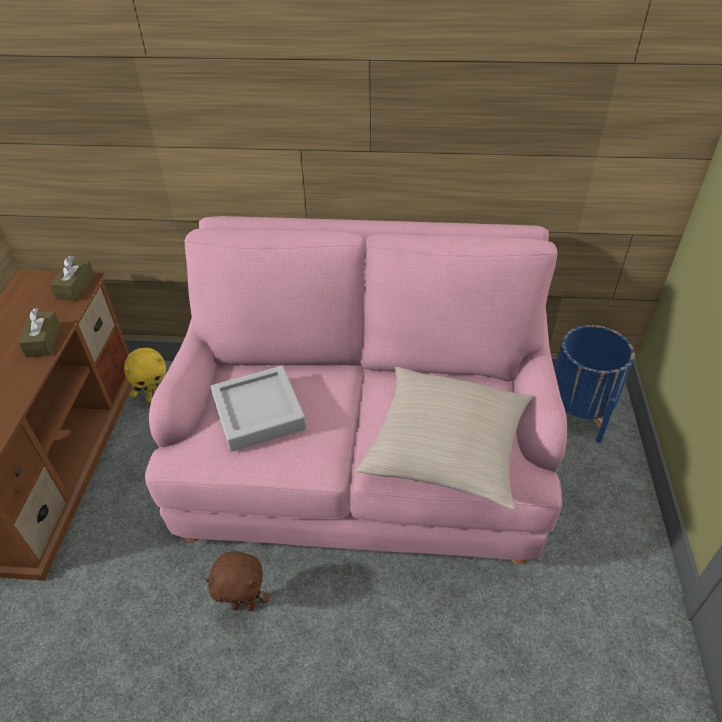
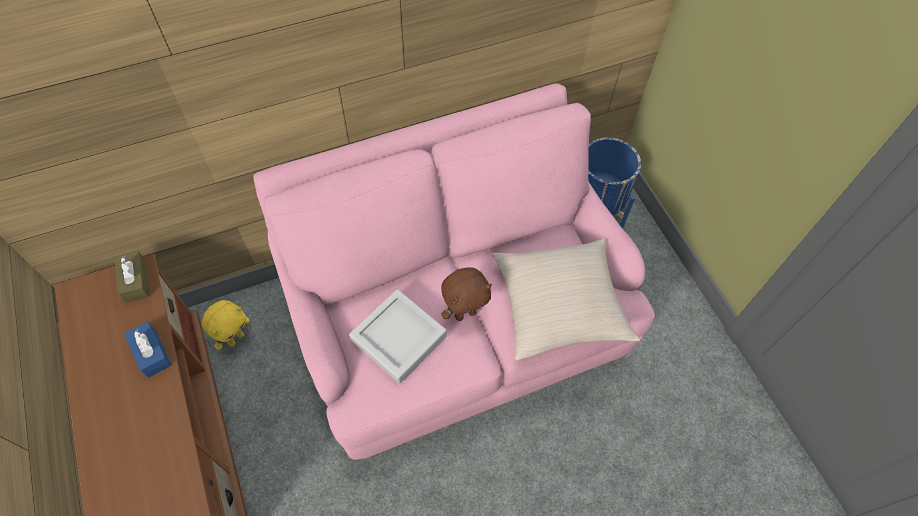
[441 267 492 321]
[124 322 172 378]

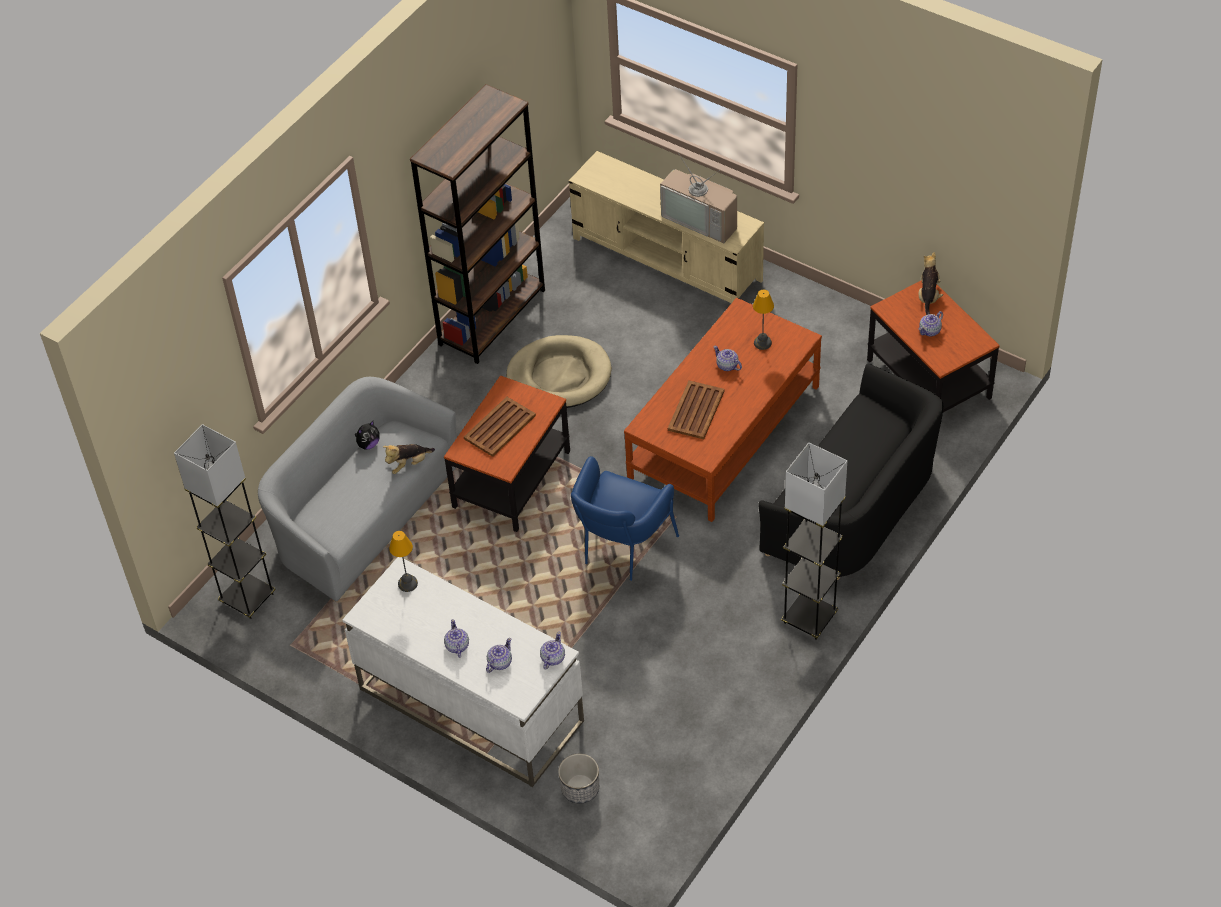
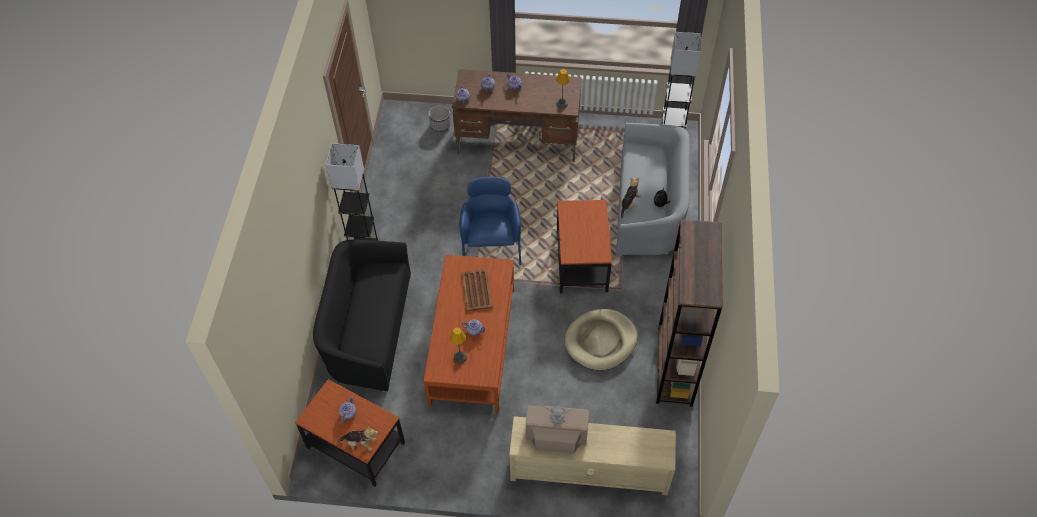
[464 397 536 457] (first image)
[452 69 582 162]
[337 426 378 451]

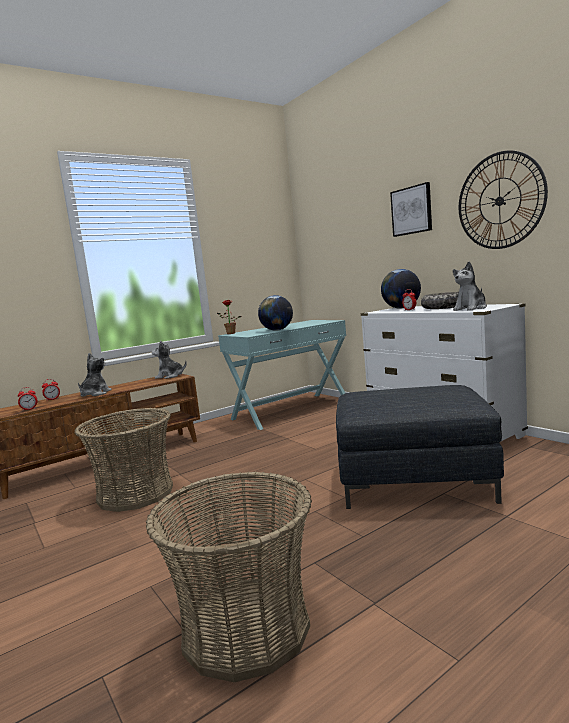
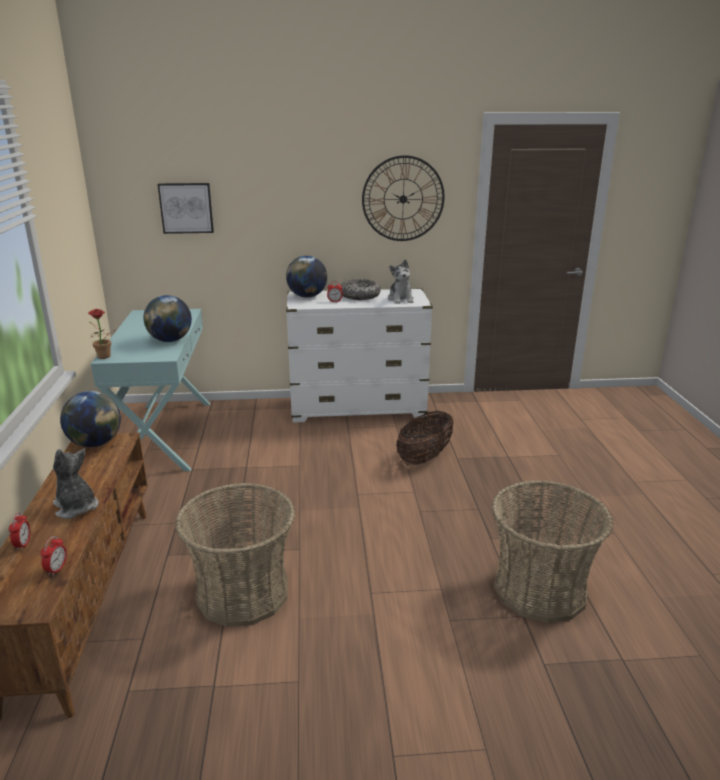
[158 183 214 234]
[60 391 121 447]
[396 411 453 465]

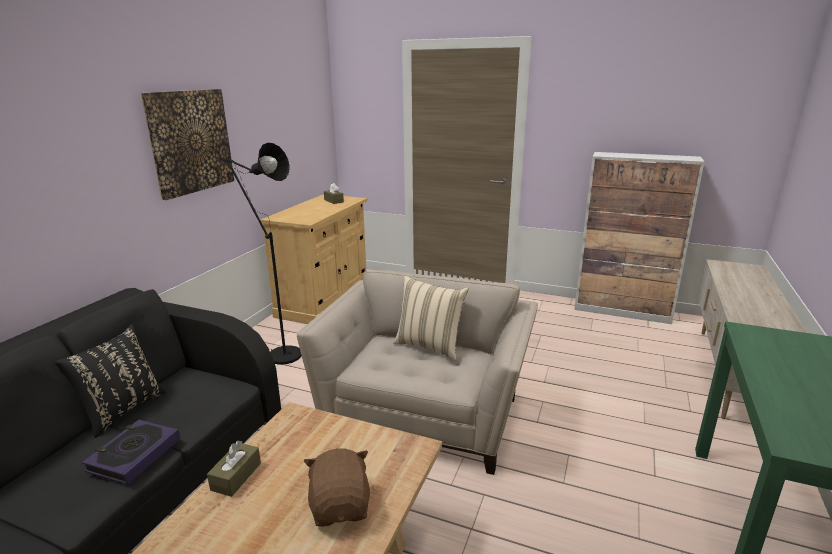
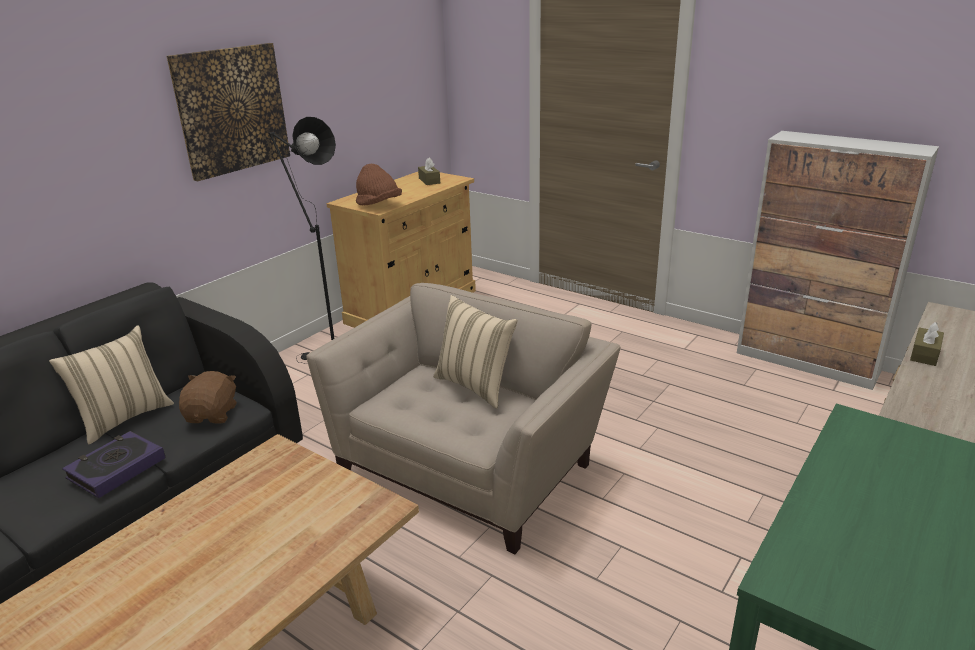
[356 163 402 205]
[910 322 944 366]
[179 371 237 423]
[49 325 174 444]

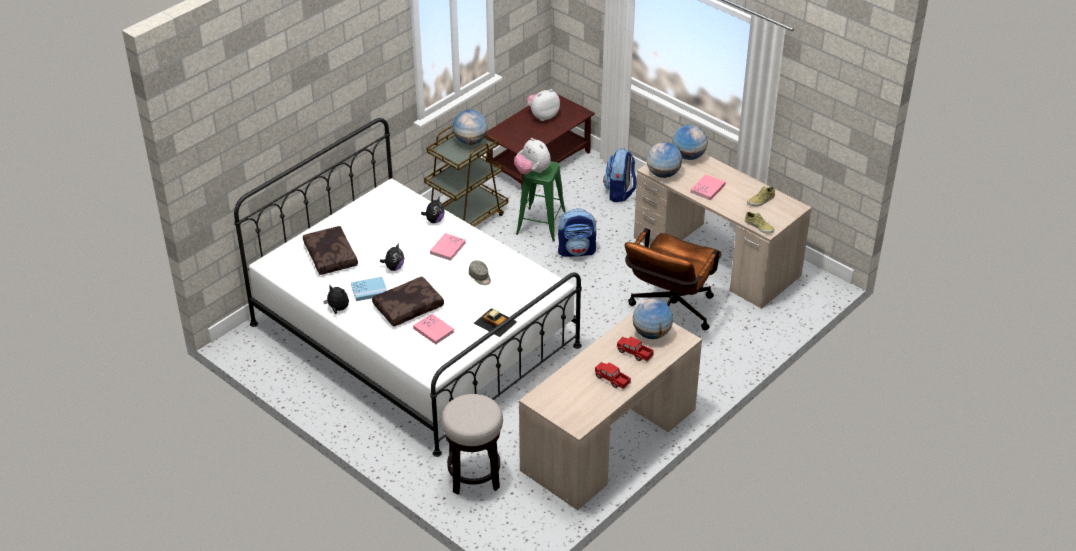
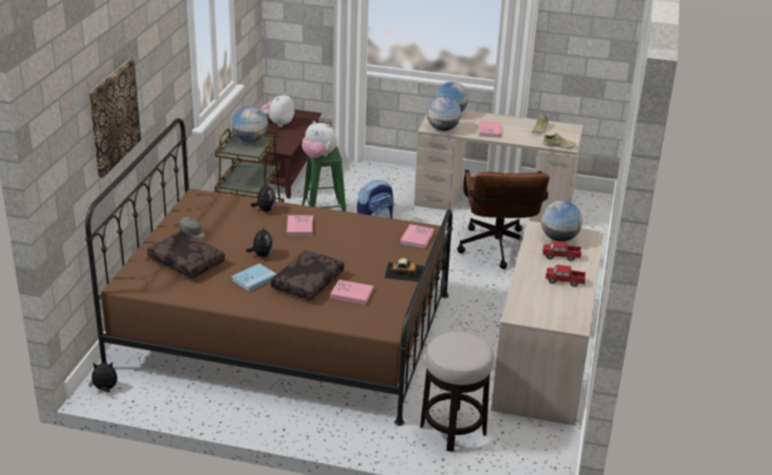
[603 148 637 202] (first image)
[88 59 141 178]
[400 224 434 249]
[89 362 117 393]
[178 217 206 239]
[85 118 453 426]

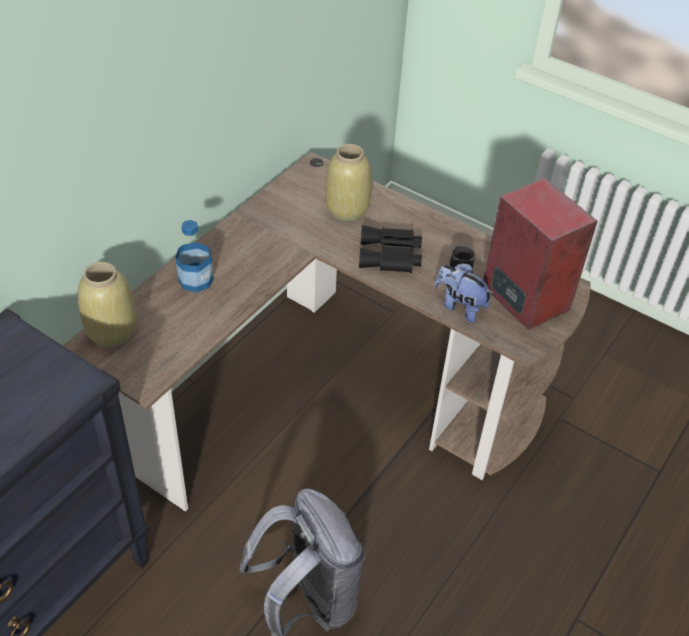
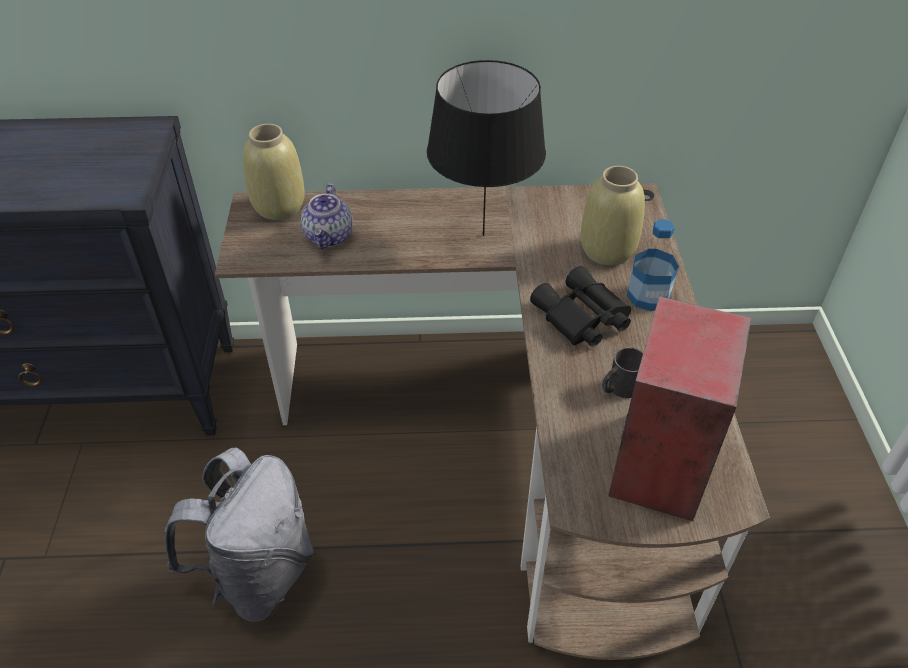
[435 264 494 323] (first image)
[301 184 353 249]
[427 60 546 236]
[627 219 679 311]

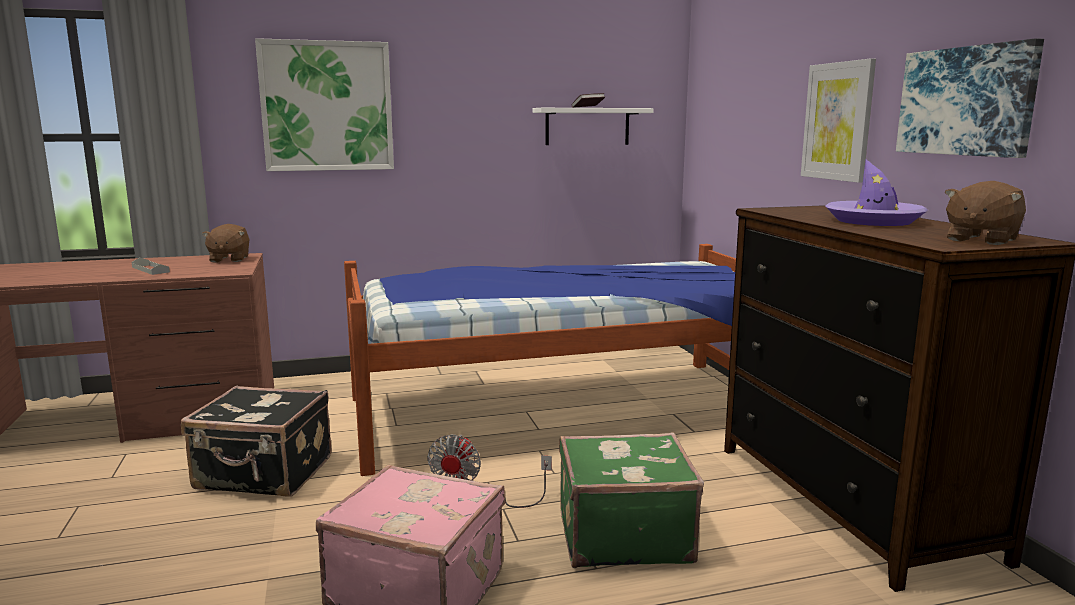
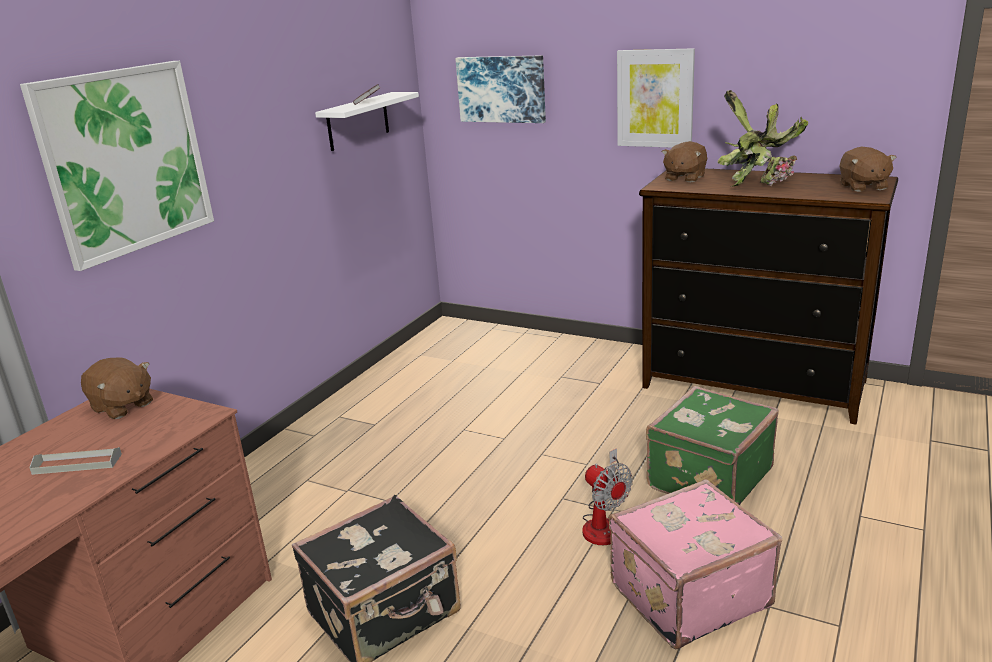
[344 244 736 476] (first image)
[662 141 707 182]
[455 55 546 123]
[717 90 808 187]

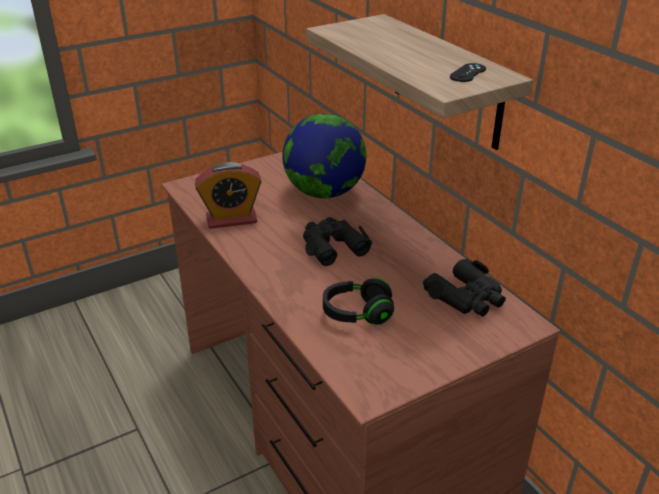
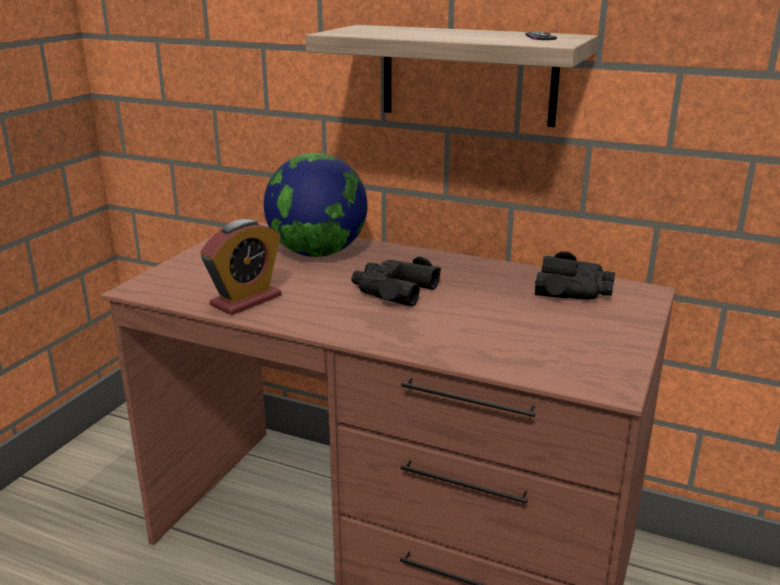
[323 278 394 325] (first image)

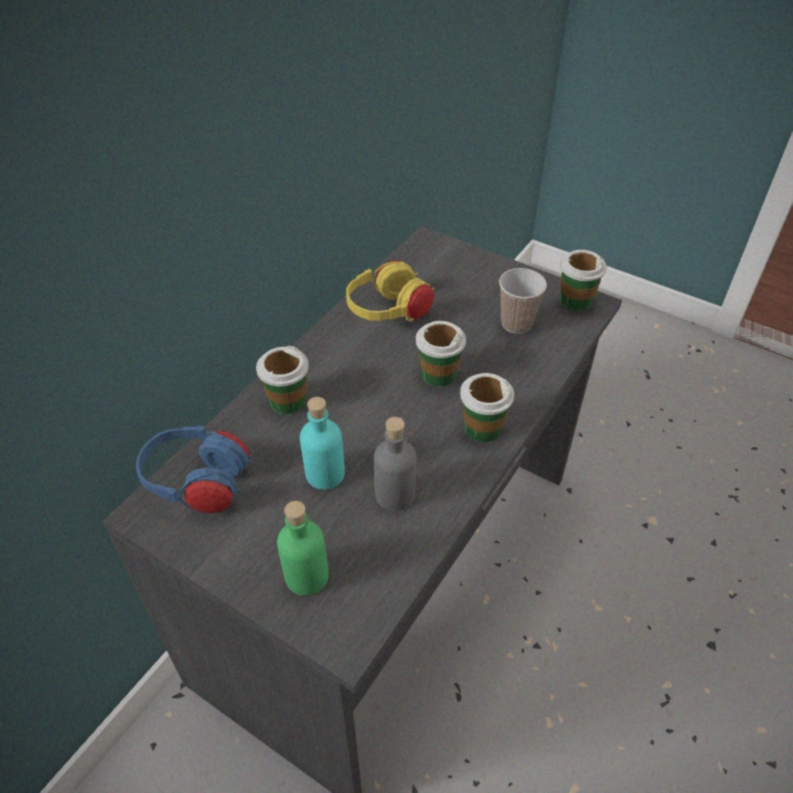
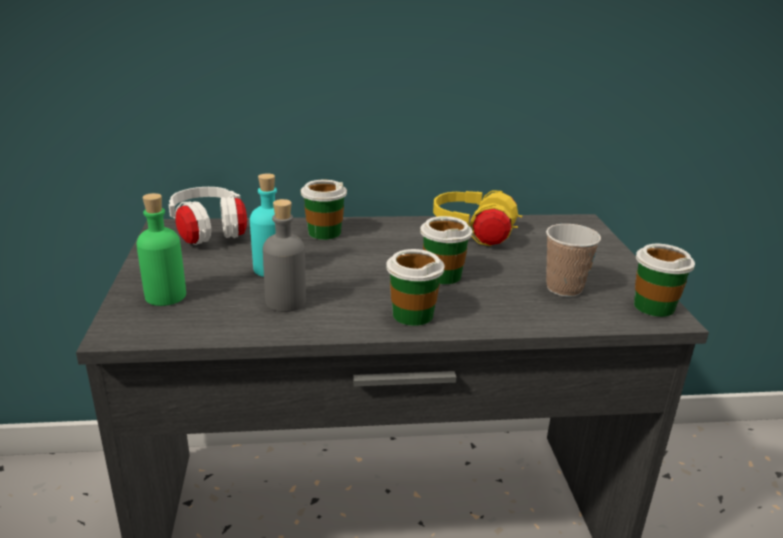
[169 187 247 245]

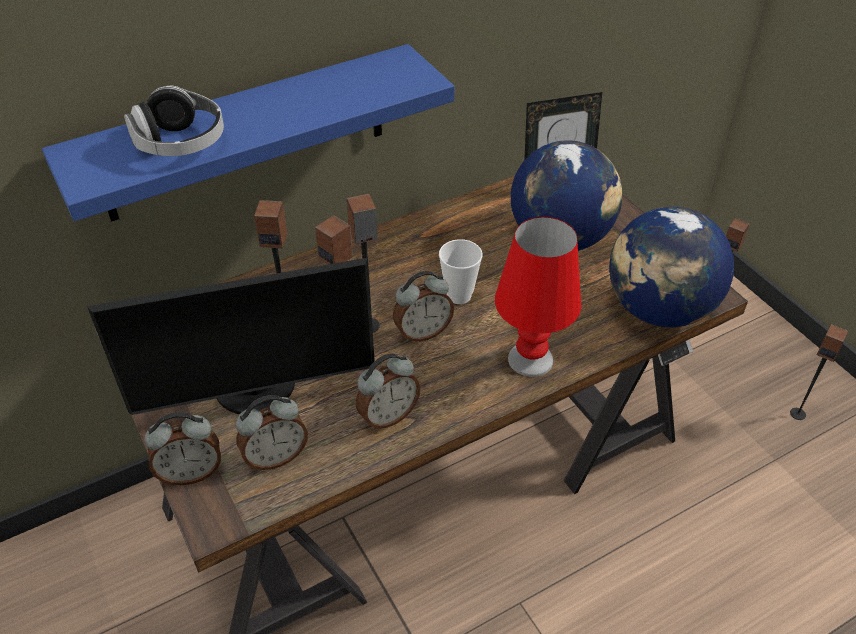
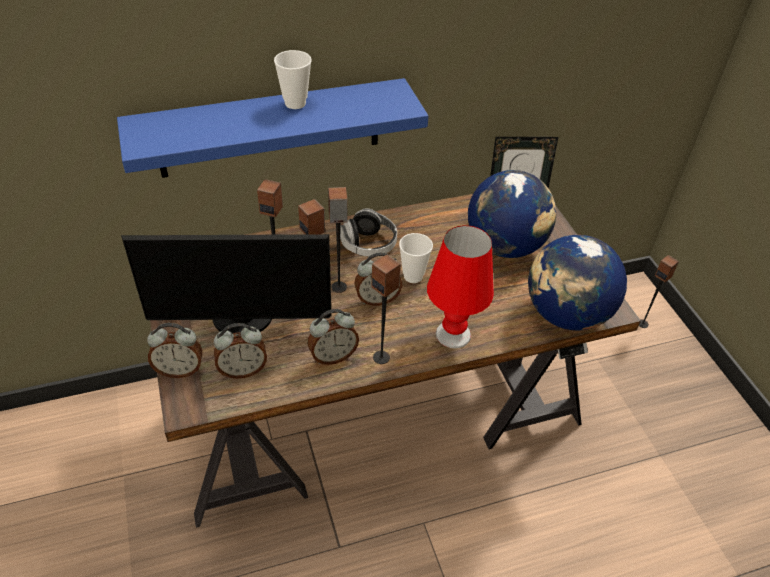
[274 50 312 109]
[340 208 397 256]
[371 254 401 364]

